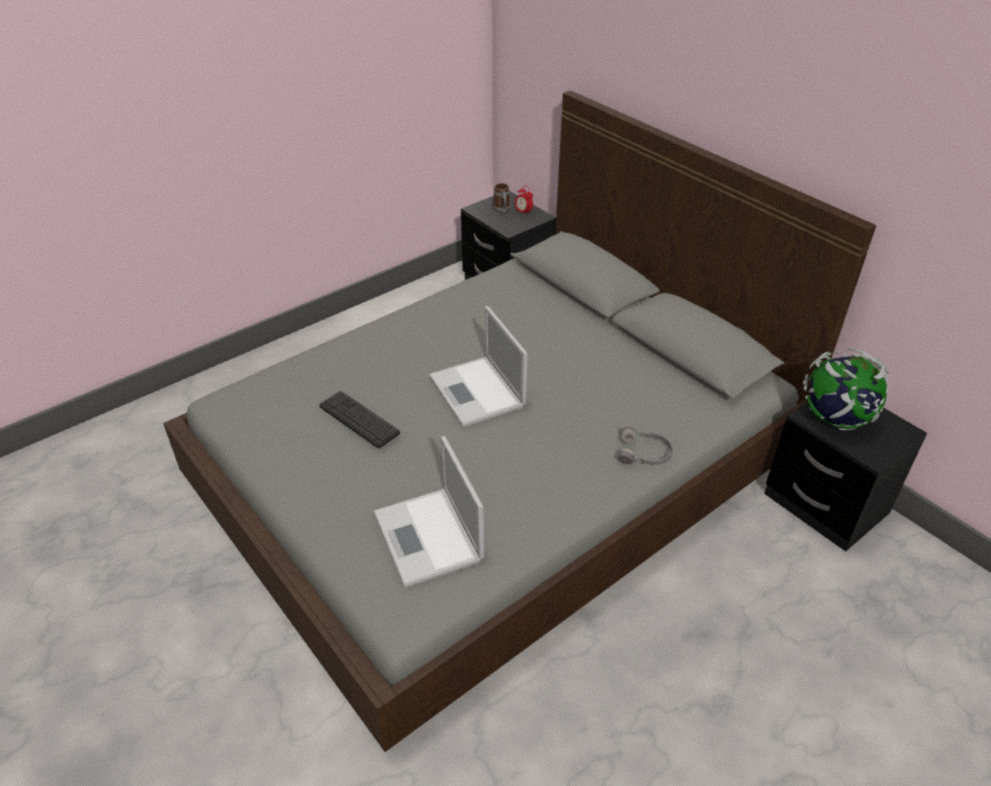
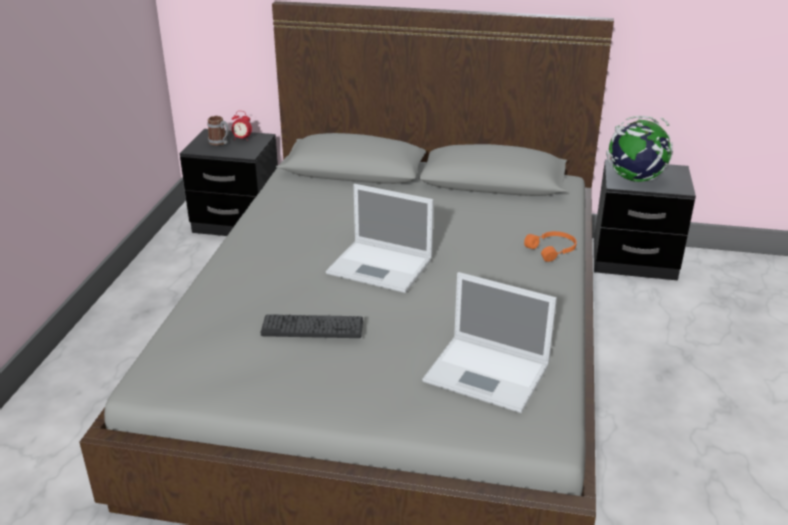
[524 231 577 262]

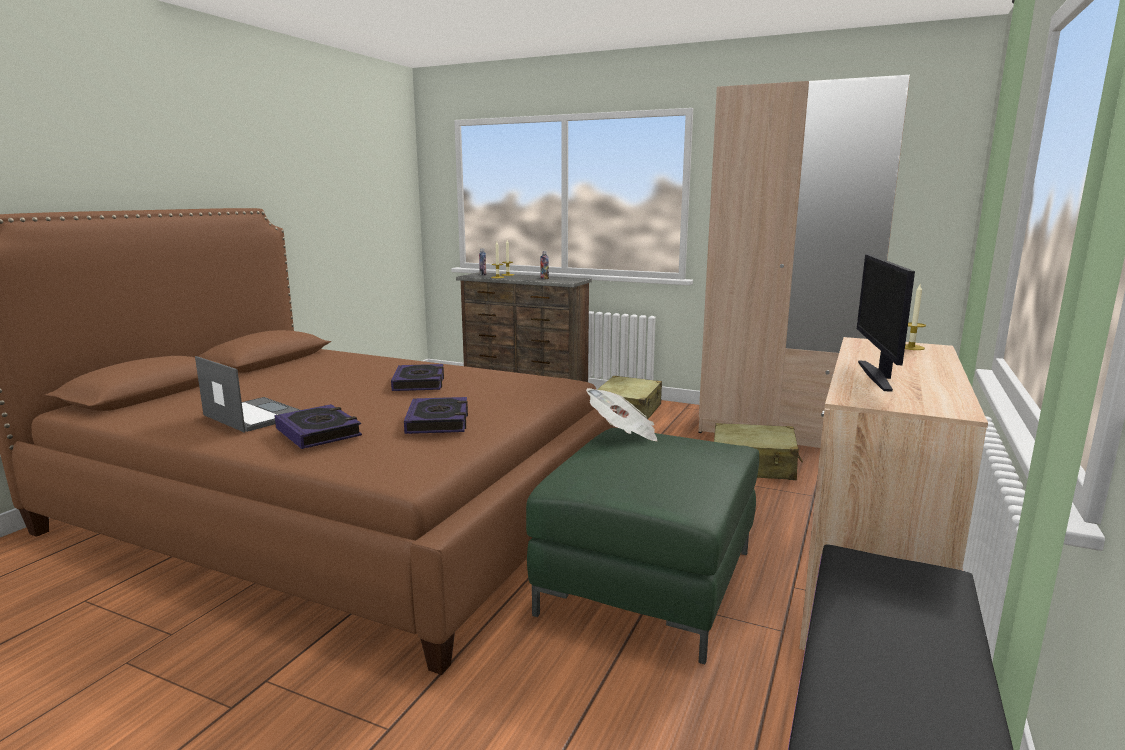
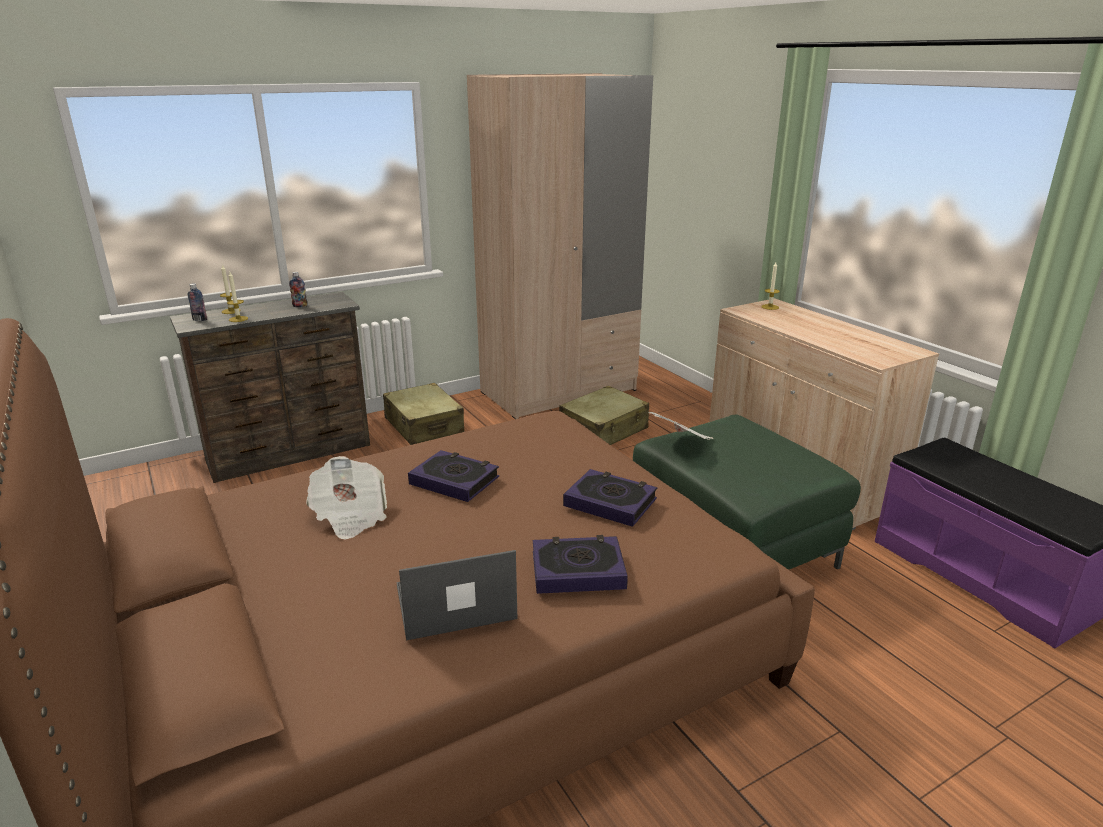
[857 254 915 392] (first image)
[306 456 387 540]

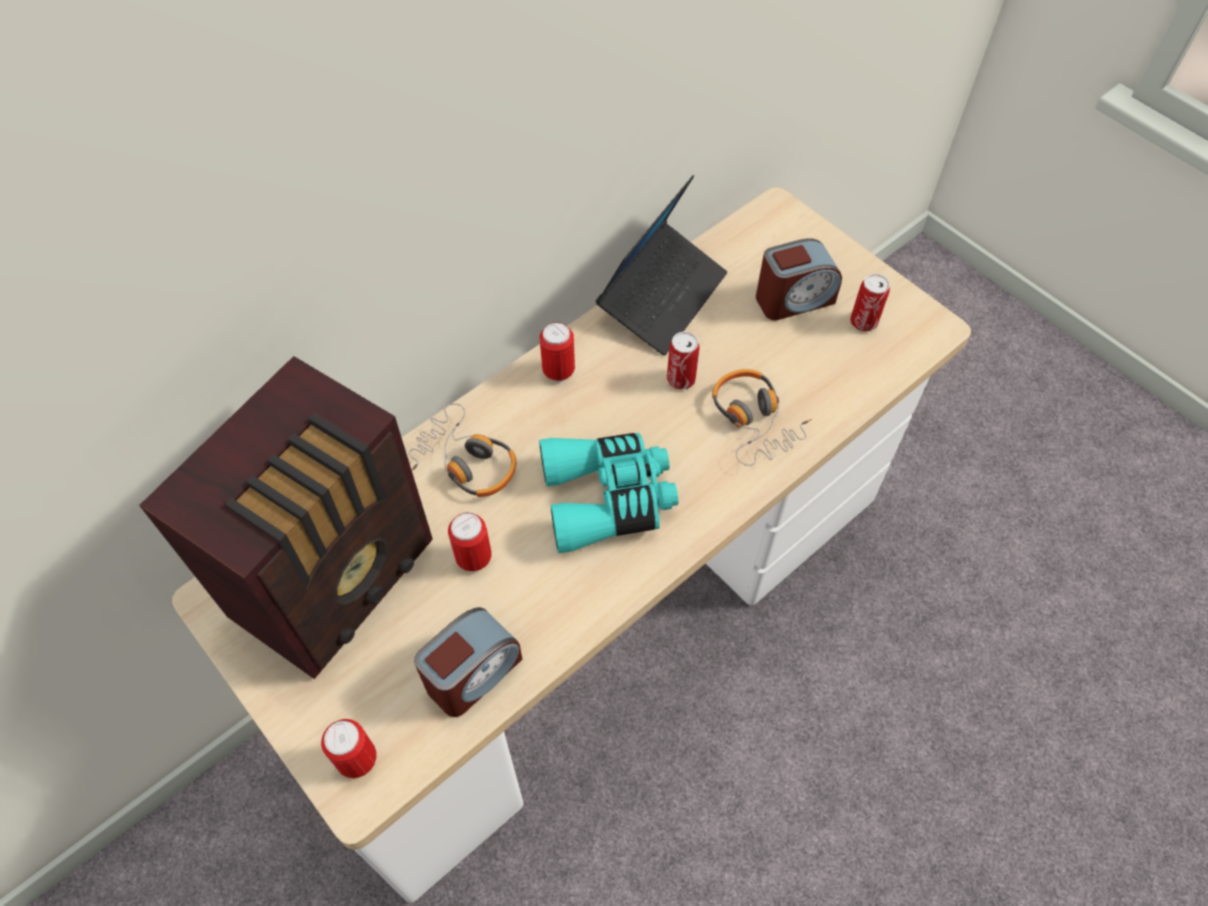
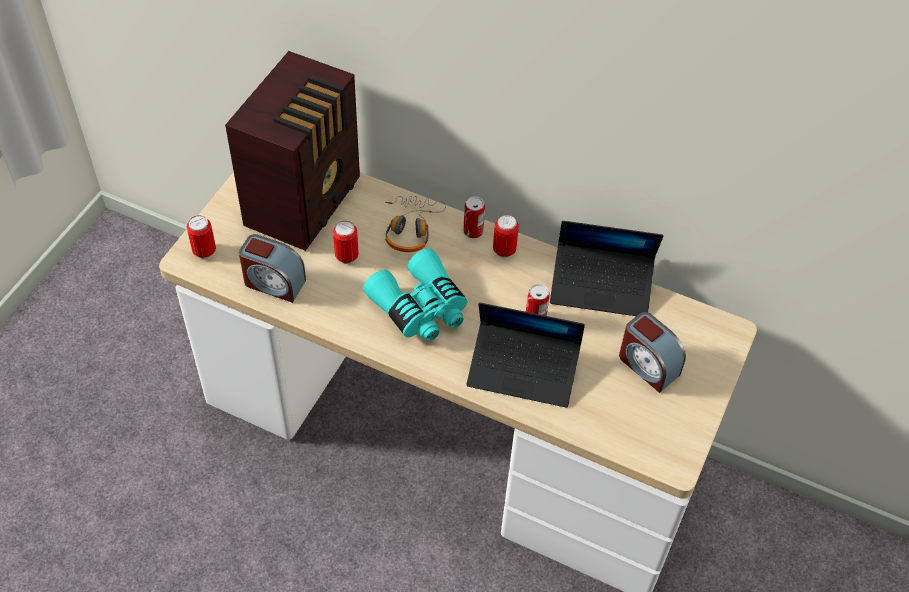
[463 196 485 238]
[467 303 585 408]
[225 51 360 251]

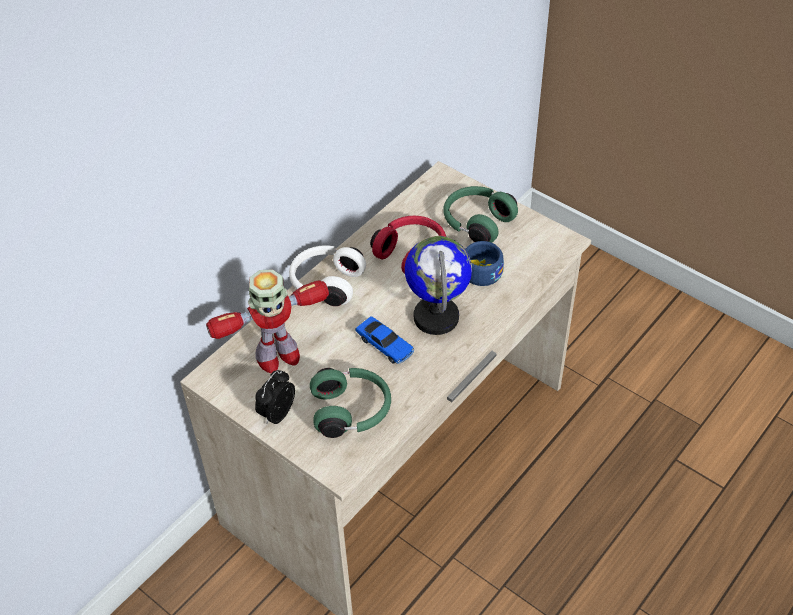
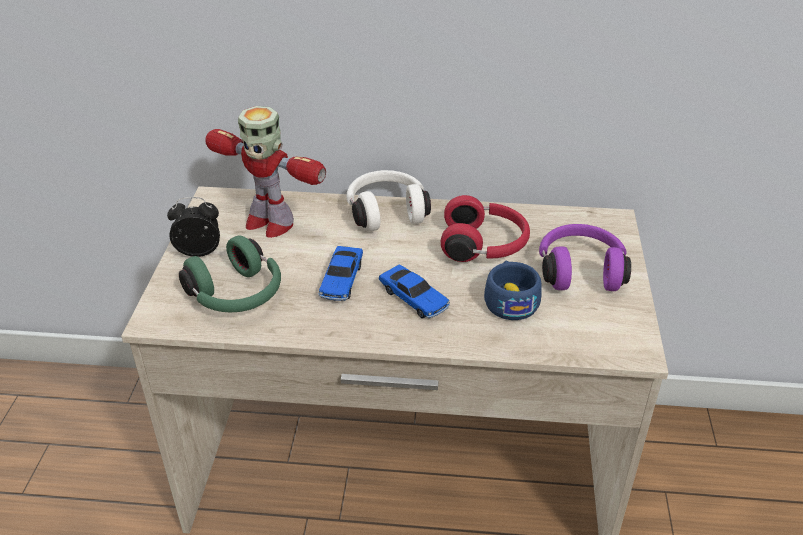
[379 265 450 319]
[539 224 631 291]

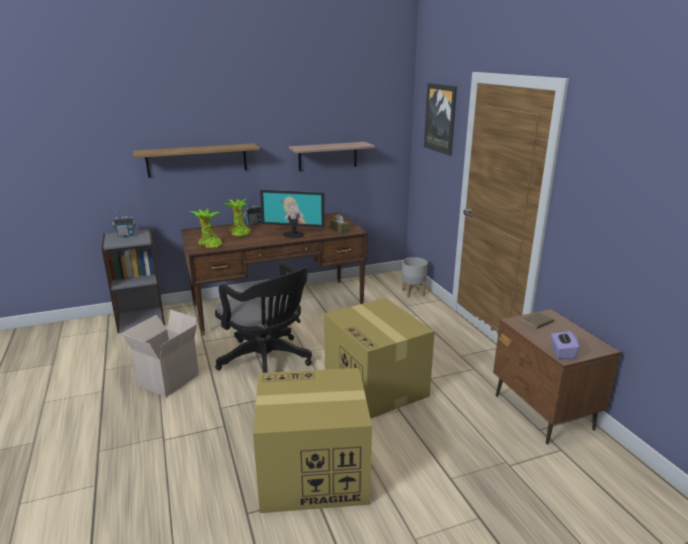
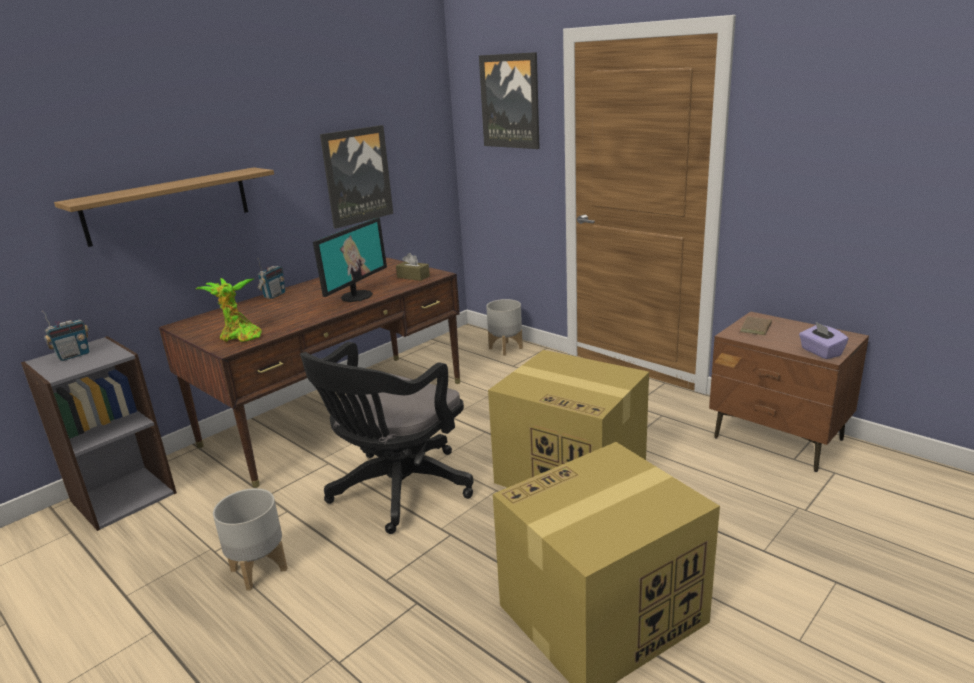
[224 199 251 237] (first image)
[213 488 287 590]
[320 125 393 229]
[300 342 474 534]
[313 218 387 302]

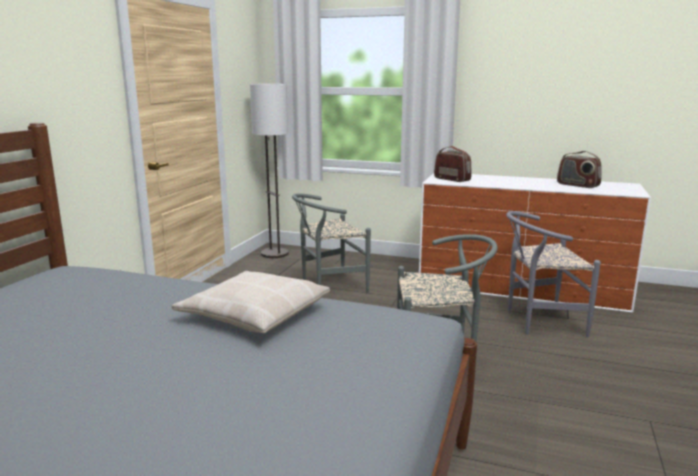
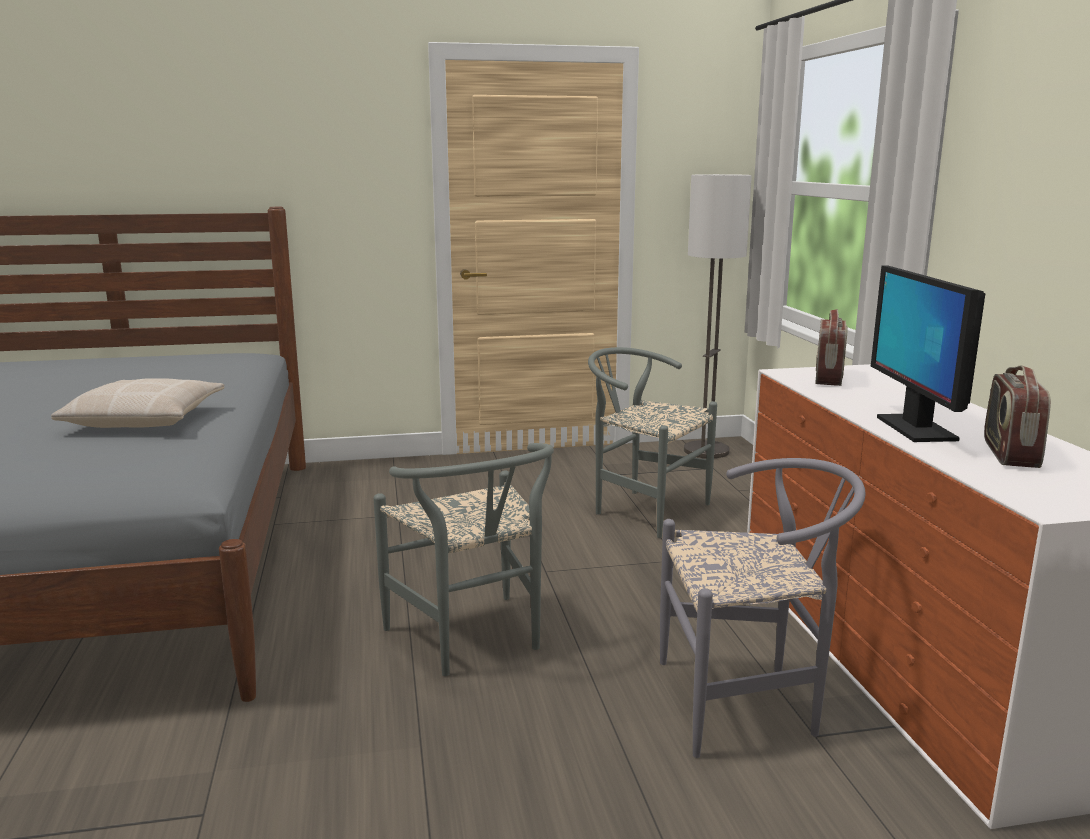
[871 265 985 442]
[660 458 866 758]

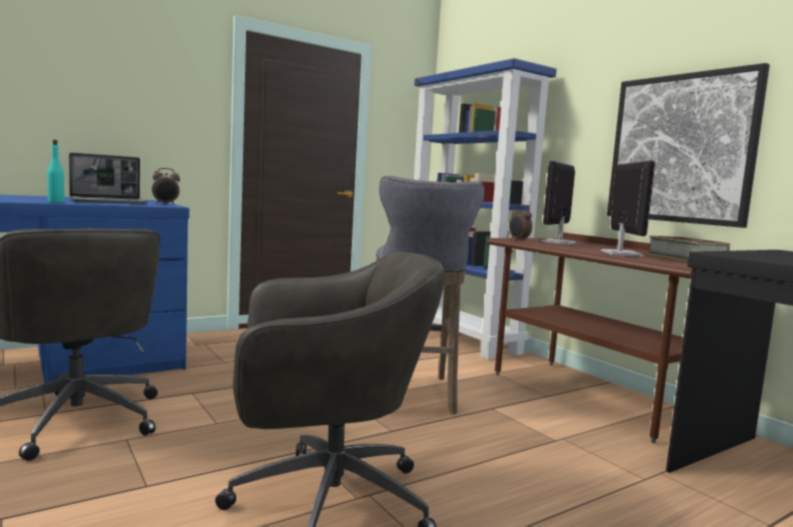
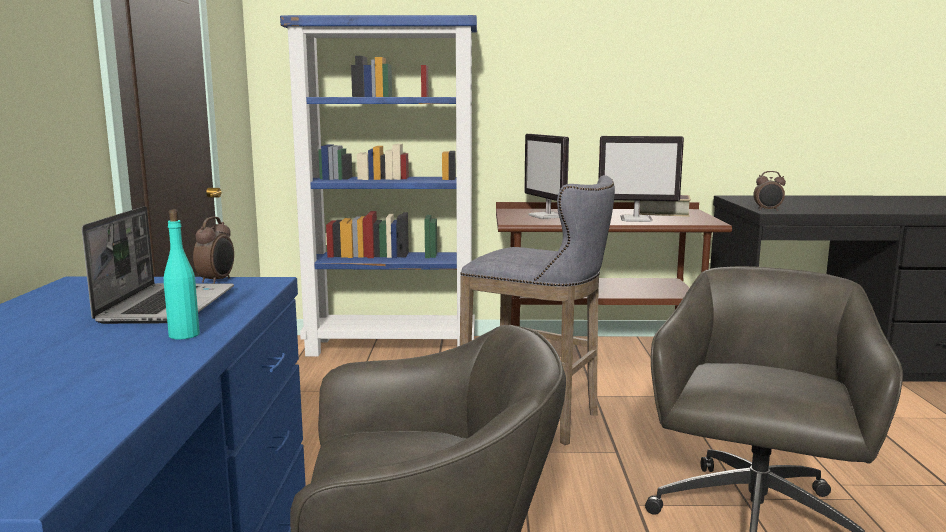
[607 63 770 228] (first image)
[753 171 786 211]
[598 136 684 222]

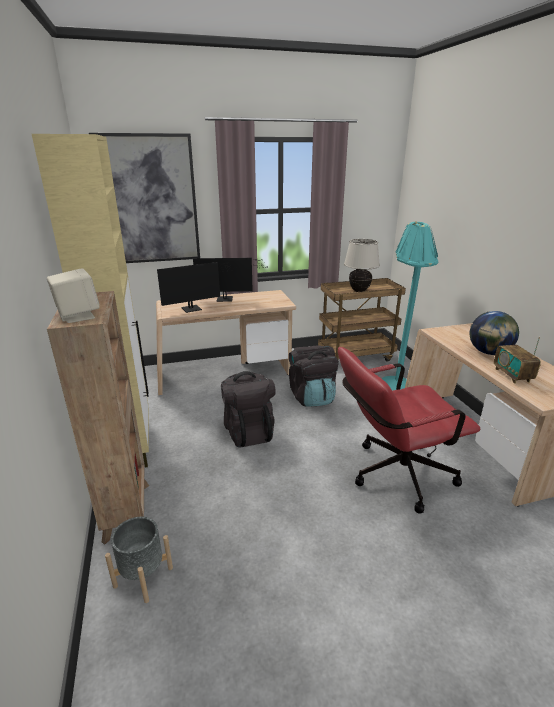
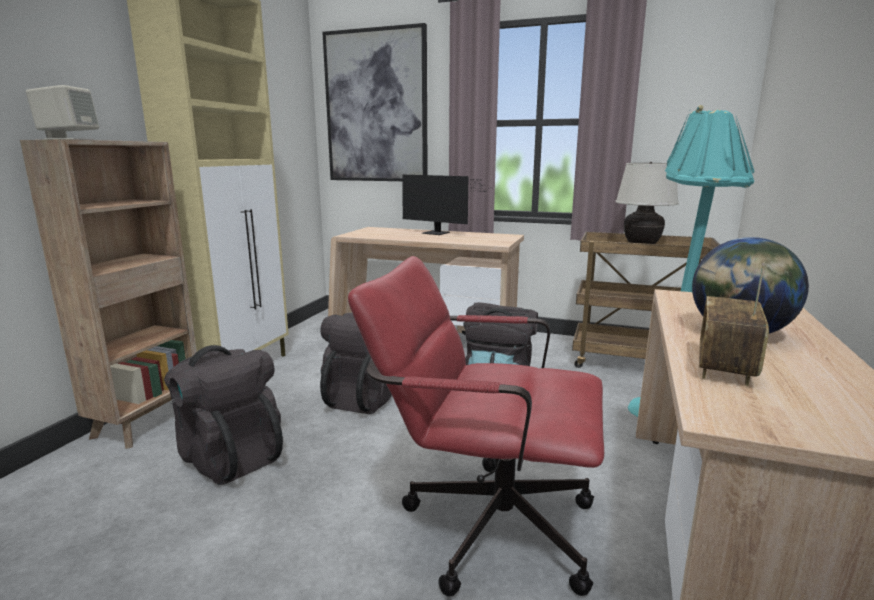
[105 517 173 603] (first image)
[157 262 235 313] (first image)
[164 345 283 485]

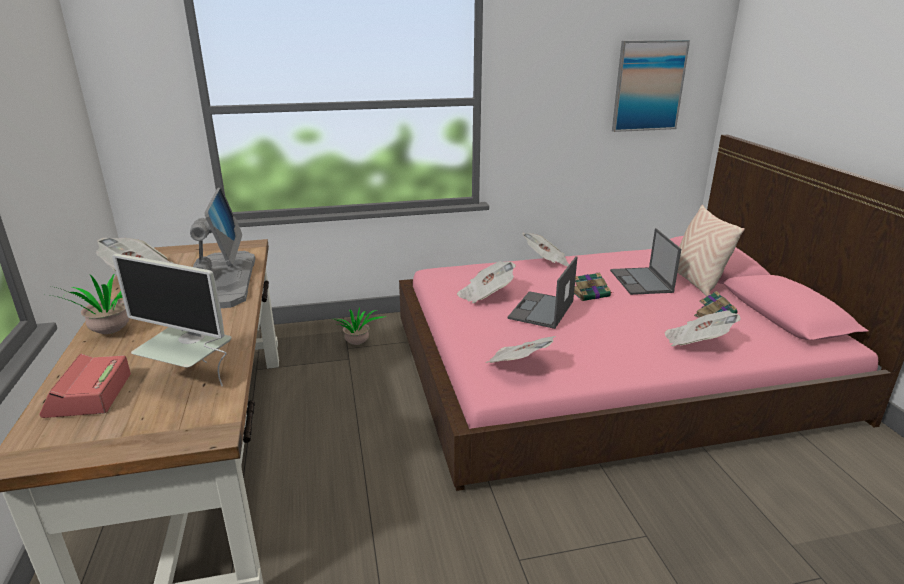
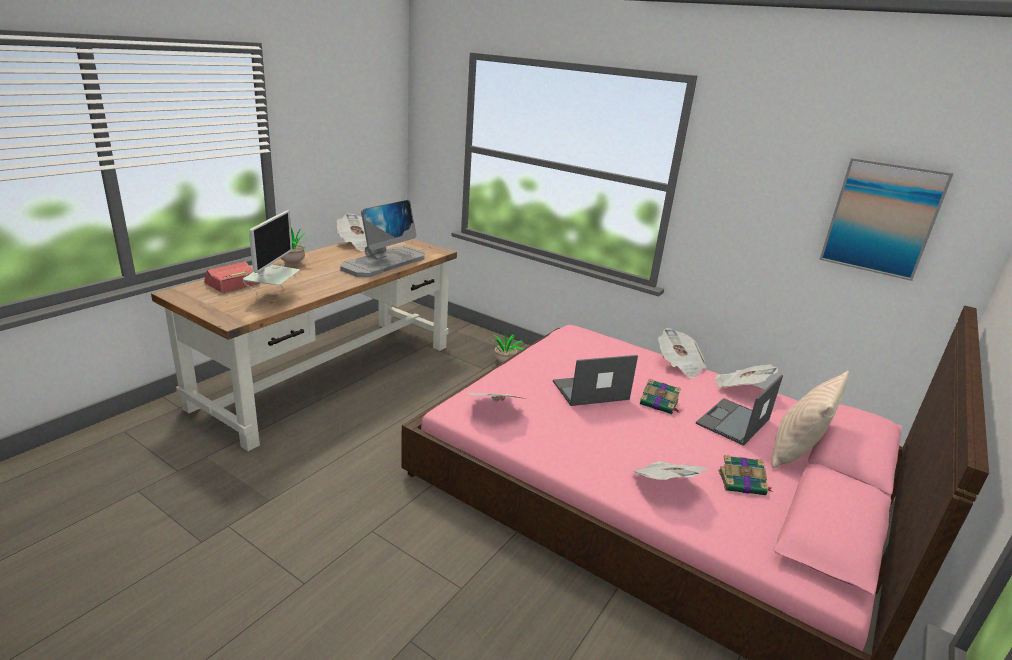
[715 364 778 388]
[243 211 300 295]

